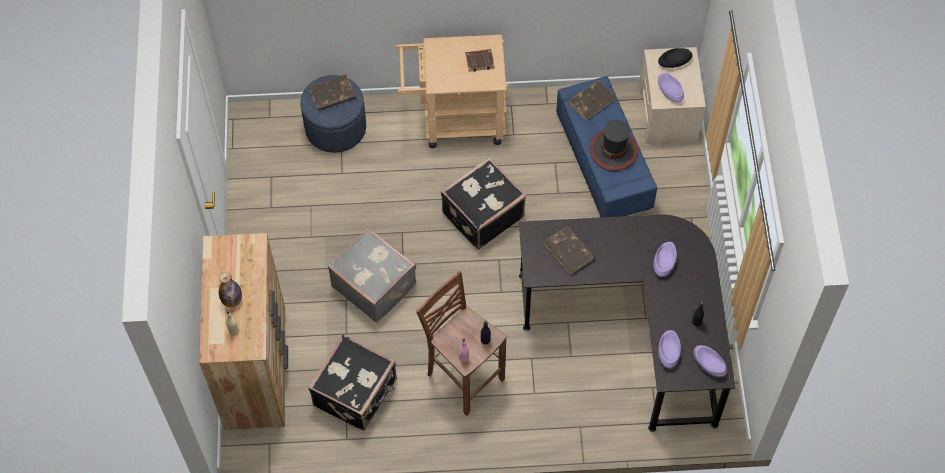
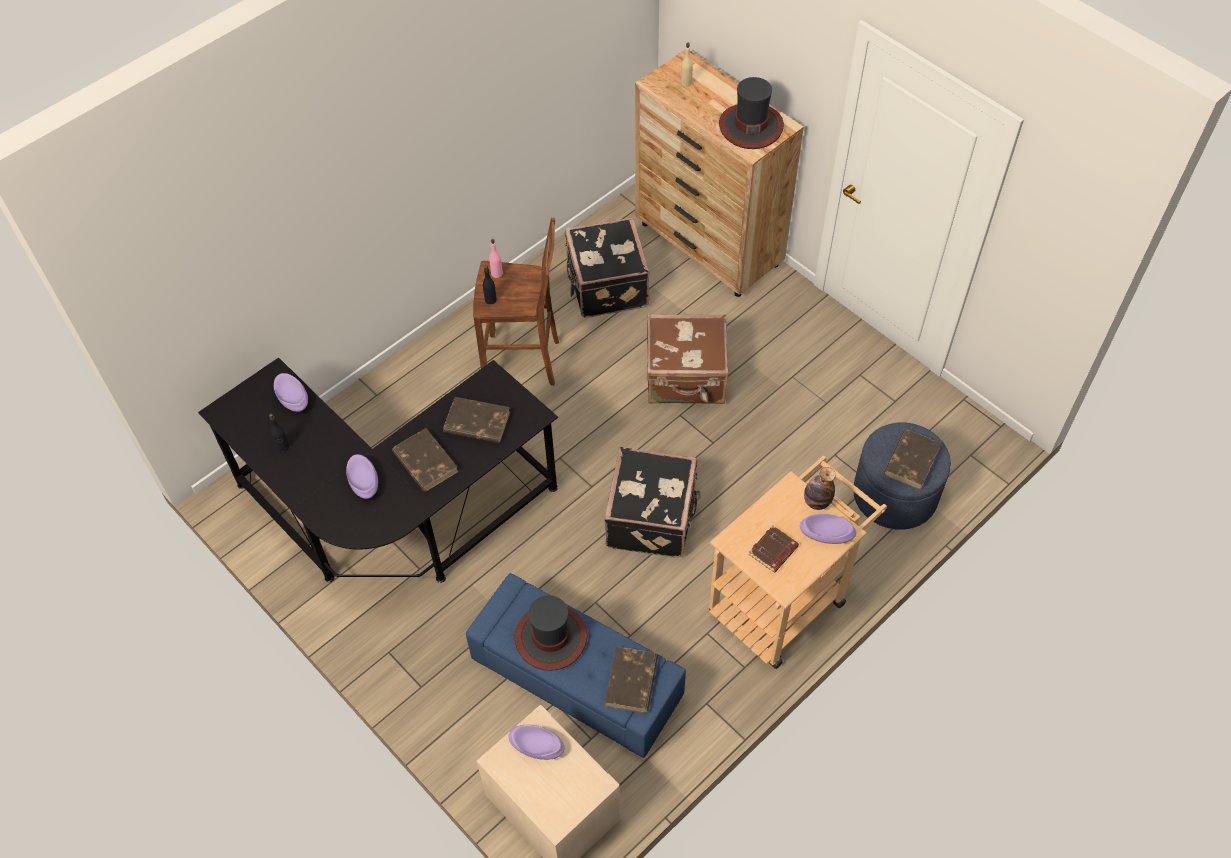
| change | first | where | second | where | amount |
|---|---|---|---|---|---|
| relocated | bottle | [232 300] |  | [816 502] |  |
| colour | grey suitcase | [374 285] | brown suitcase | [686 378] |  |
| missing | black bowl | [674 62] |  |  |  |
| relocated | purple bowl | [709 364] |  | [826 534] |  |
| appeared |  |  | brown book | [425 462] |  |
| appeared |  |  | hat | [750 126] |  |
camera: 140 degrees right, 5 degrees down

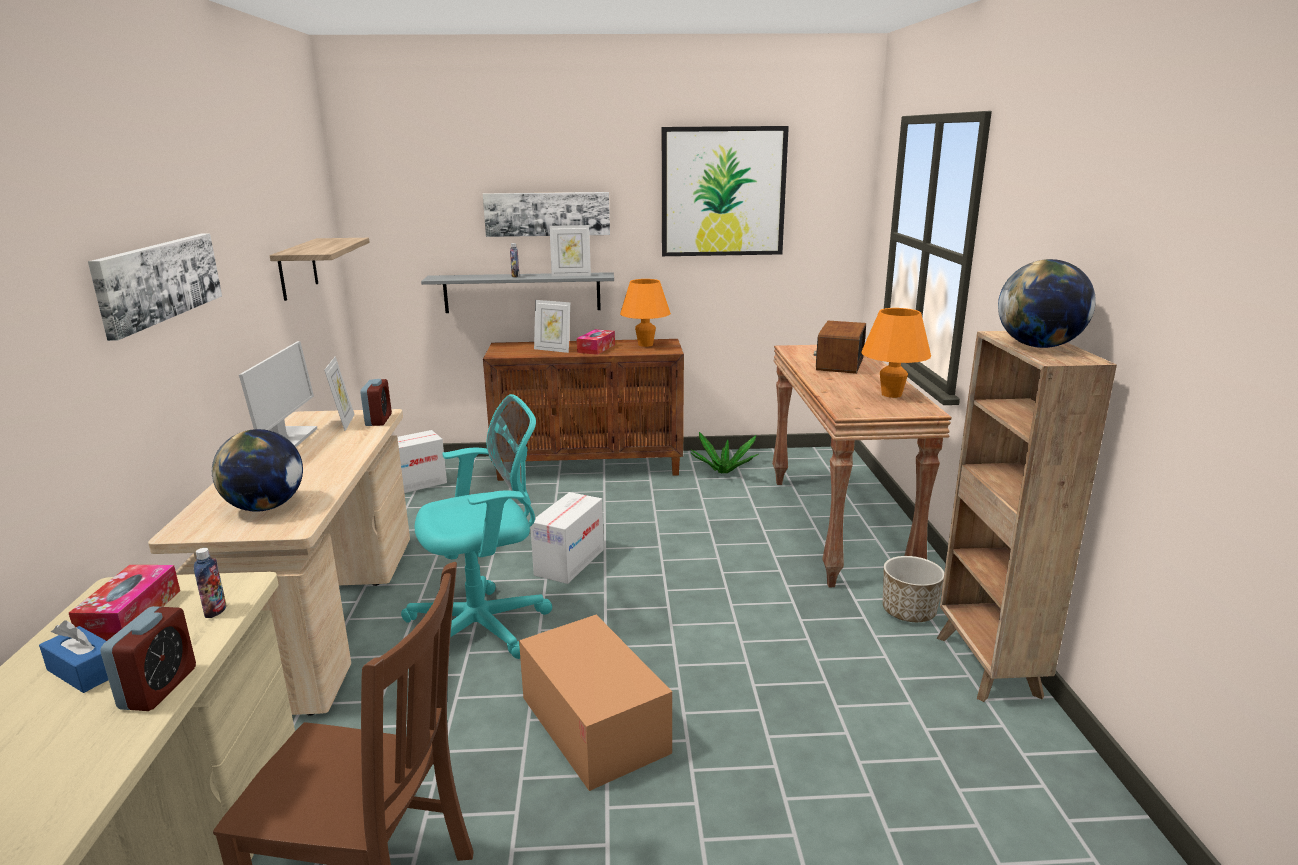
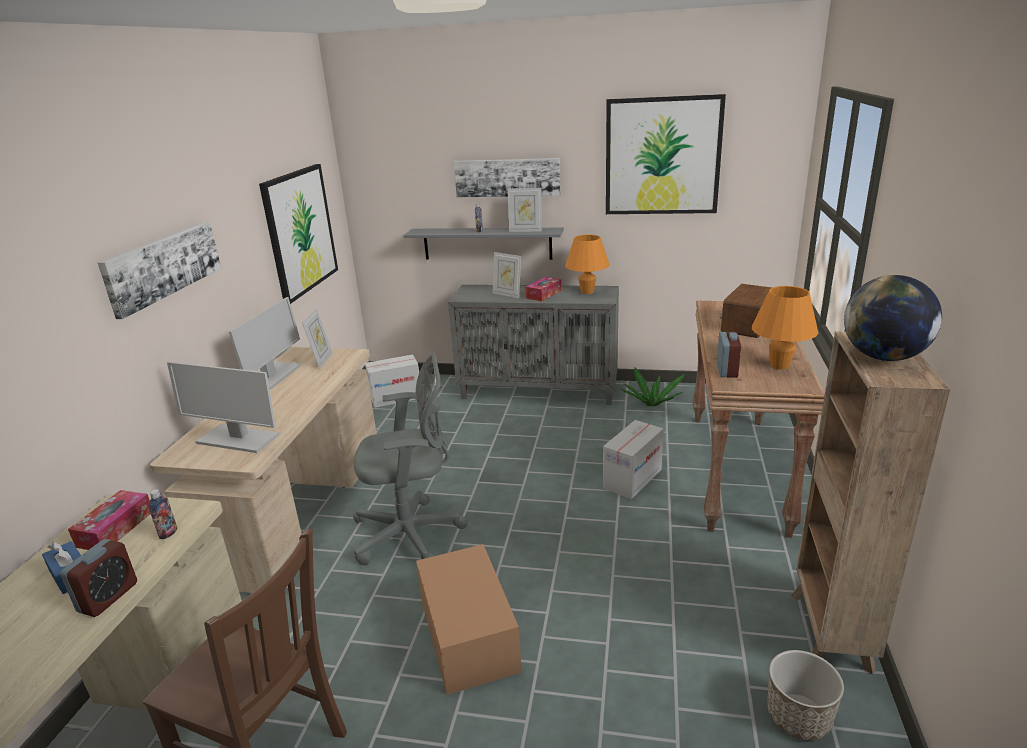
| change | first | where | second | where | amount |
|---|---|---|---|---|---|
| exchanged | globe | [265 507] | monitor | [237 439] |  |
| exchanged | shelf | [297 269] | picture | [300 231] |  |
| relocated | alarm clock | [378 420] |  | [727 370] |  |
| colour | turquoise office chair | [485 626] | grey office chair | [412 534] |  |
| colour | brown cabinet | [590 467] | grey cabinet | [539 391] |  |
| relocated | cardboard box | [569 562] |  | [632 478] |  |
| relocated | planter | [908 612] |  | [798 717] |  |
camera: 15 degrees right, 5 degrees up

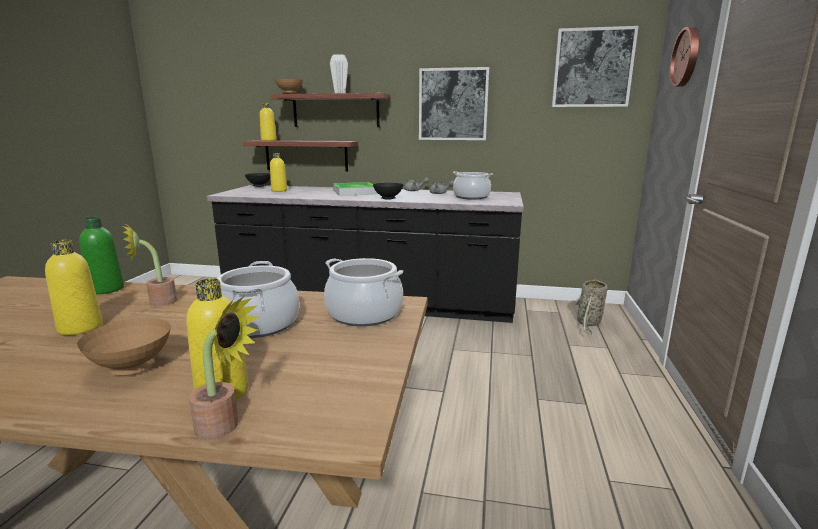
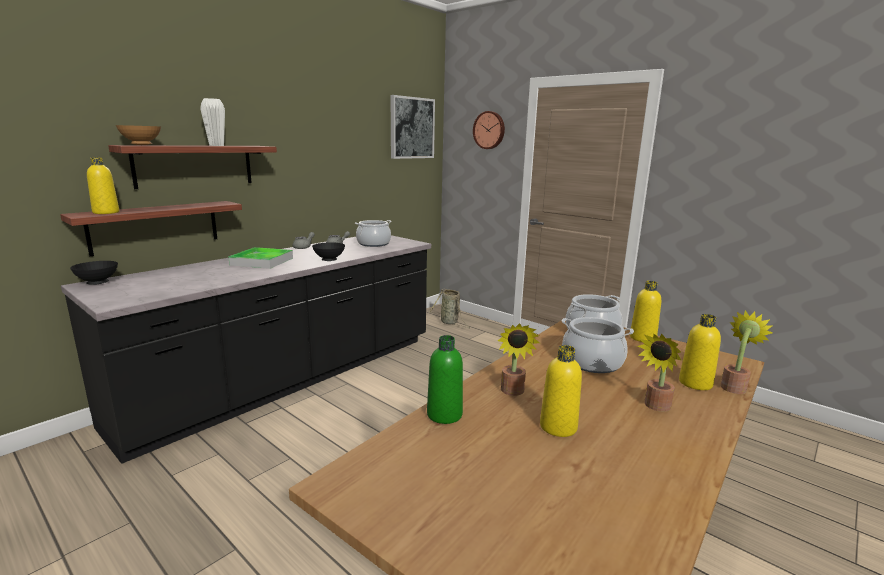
| change | first | where | second | where | amount |
|---|---|---|---|---|---|
| exchanged | brown bowl | [132 369] | potted plant | [655 407] |  |
| relocated | yellow bottle | [279 190] |  | [642 338] |  |
| missing | picture | [453 104] |  |  |  |
camera: 60 degrees left, 0 degrees up

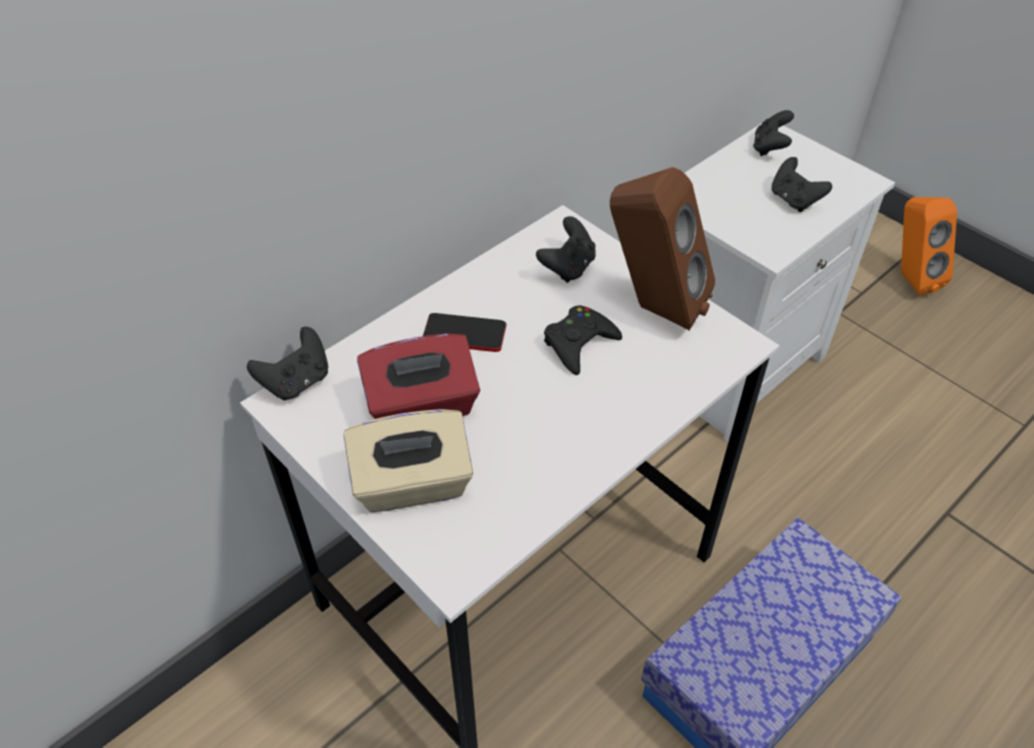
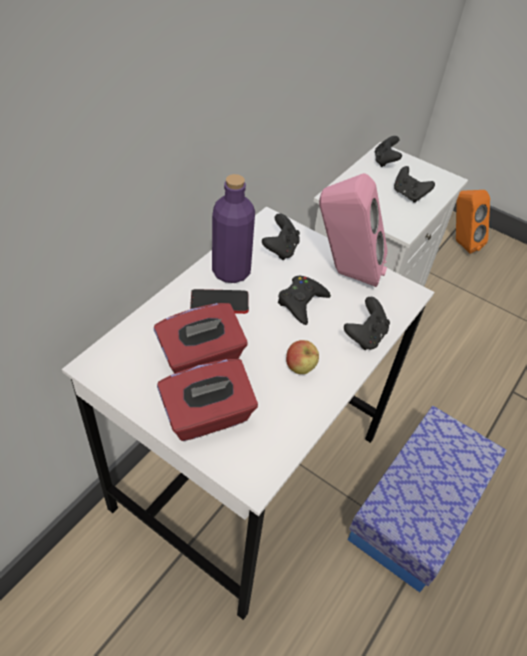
| change | first | where | second | where | amount |
|---|---|---|---|---|---|
| relocated | black game controller | [297 382] |  | [365 336] |  |
| colour | beige tissue box | [412 484] | red tissue box | [208 416] |  |
| colour | brown speaker | [652 307] | pink speaker | [345 273] |  |
| appeared |  |  | purple bottle | [231 271] |  |
| appeared |  |  | apple | [300 368] |  |
camera: 15 degrees left, 0 degrees up

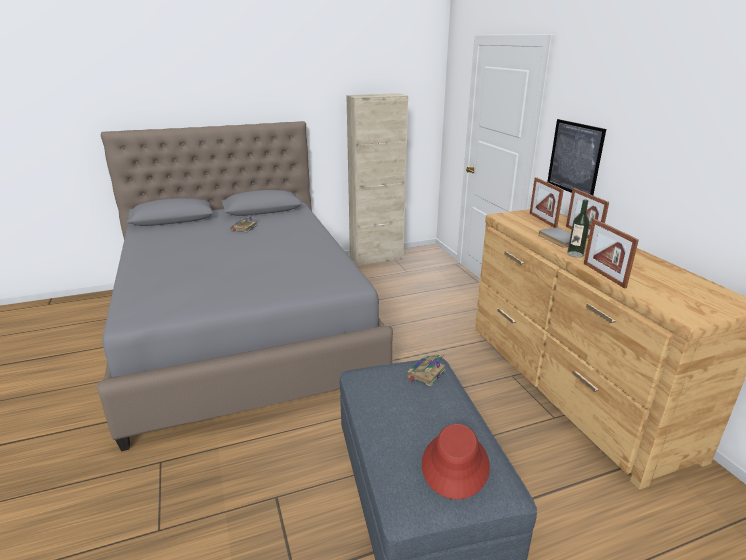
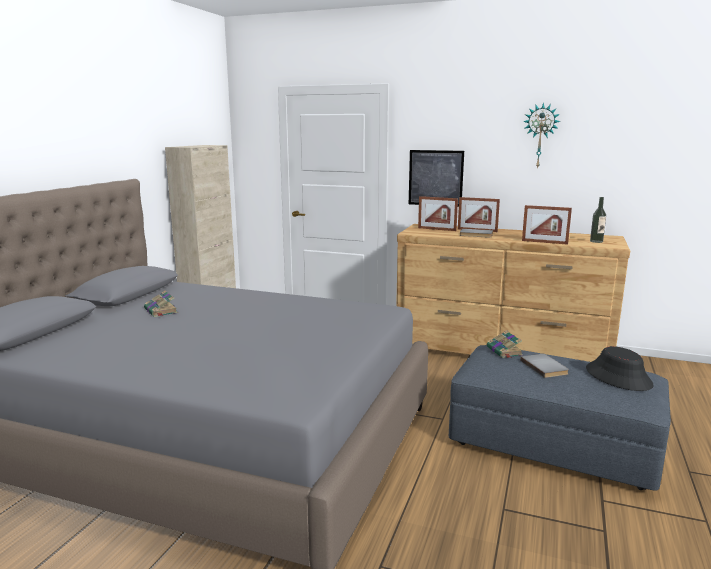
| change | first | where | second | where | amount |
|---|---|---|---|---|---|
| colour | red hat | [455 465] | black hat | [618 377] |  |
| relocated | bottle | [575 254] |  | [596 241] |  |
| appeared |  |  | grey book | [545 367] |  |
| appeared |  |  | wall clock | [540 136] |  |
camera: 50 degrees left, 10 degrees down

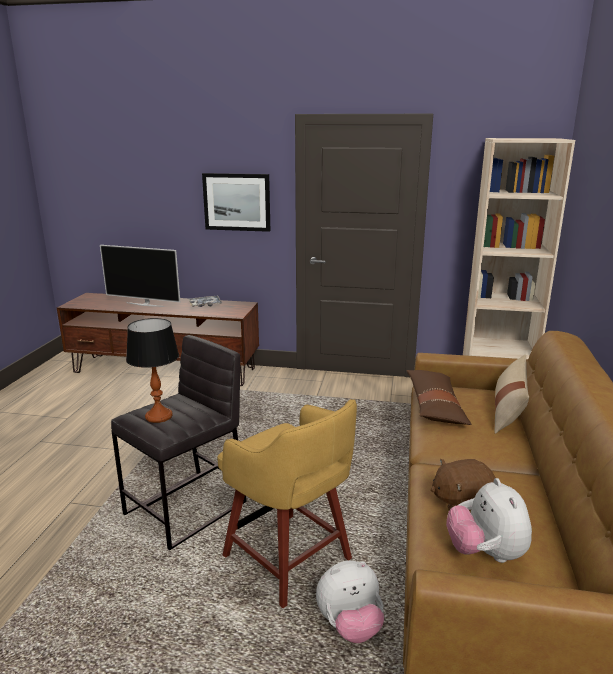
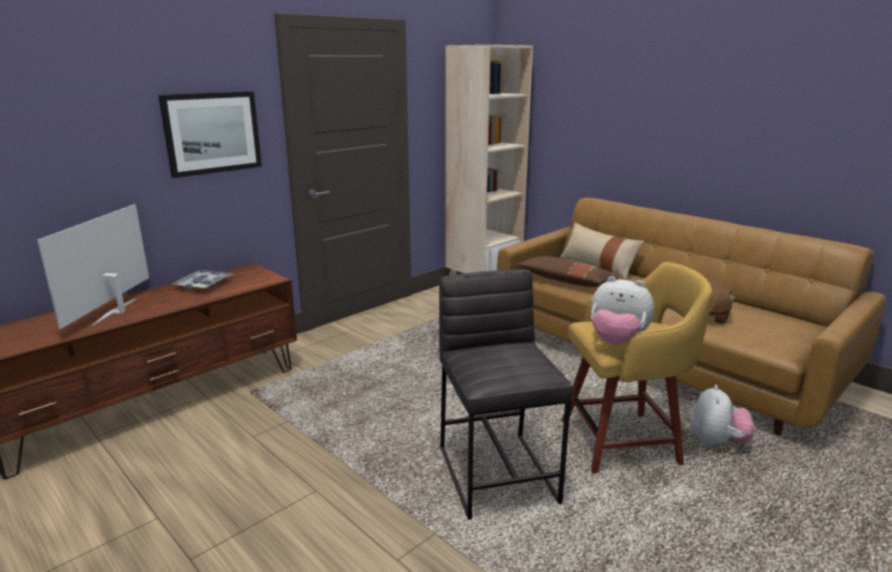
| change | first | where | second | where | amount |
|---|---|---|---|---|---|
| spun | television | [145 304] |  | [116 312] | 135 degrees clockwise |
| missing | table lamp | [159 416] |  |  |  |
| relocated | plush toy | [485 553] |  | [617 341] |  |
camera: 55 degrees left, 0 degrees up

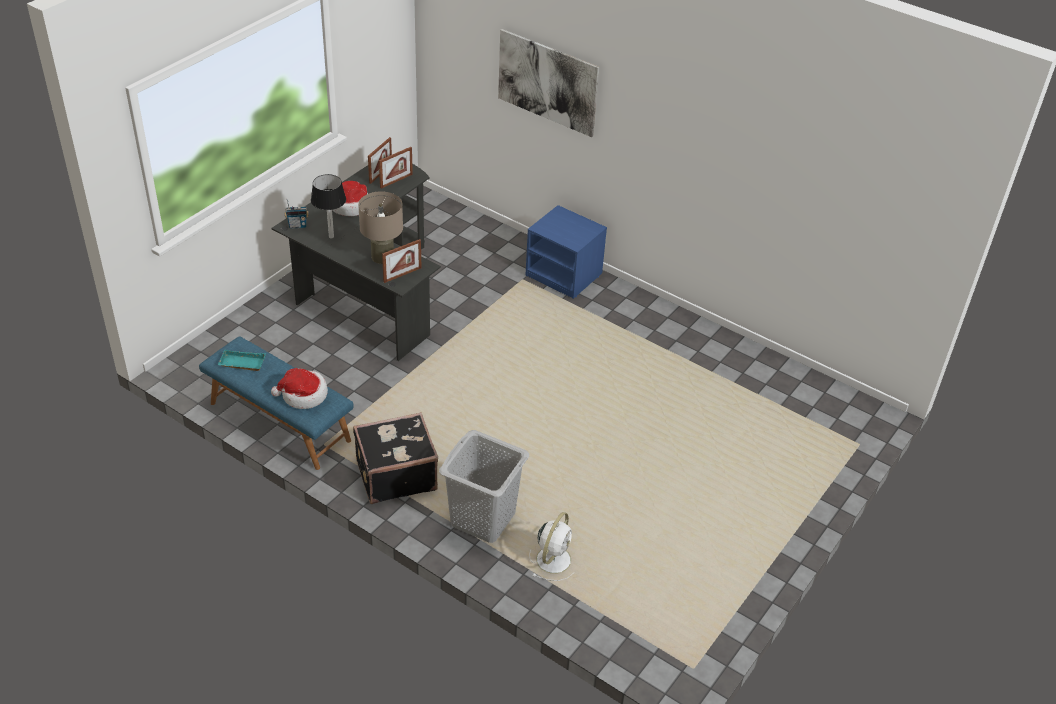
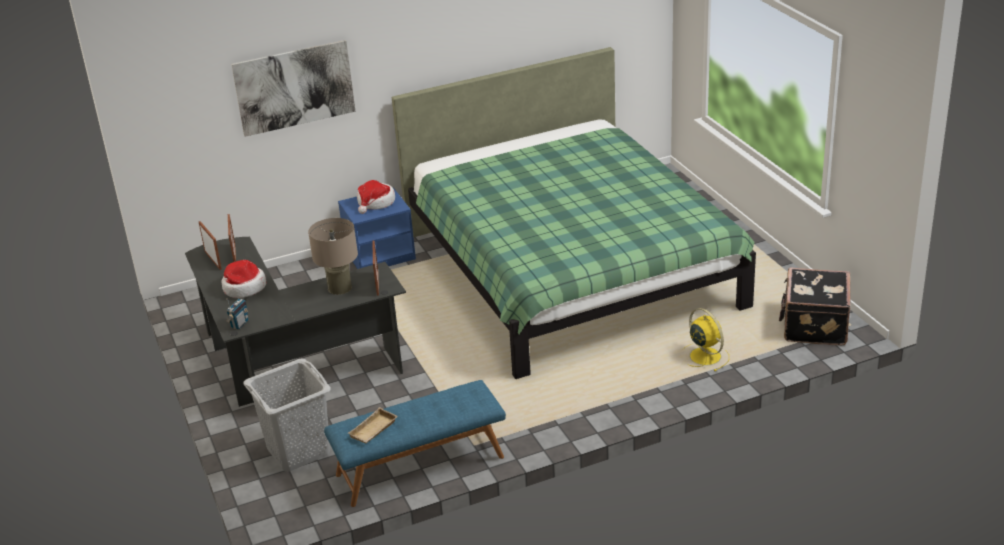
| change | first | where | second | where | amount |
|---|---|---|---|---|---|
| colour | turquoise tray | [241 364] | beige tray | [374 430] |  |
| relocated | hat | [303 395] |  | [375 203] |  |
| missing | table lamp | [331 236] |  |  |  |
| relocated | black suitcase | [395 474] |  | [813 326] |  |
| relocated | grey laundry basket | [483 518] |  | [298 451] |  |
| colour | white fan | [554 558] | yellow fan | [704 356] |  |
| appeared |  |  | green bed | [569 270] |  |
camera: 55 degrees left, 10 degrees down

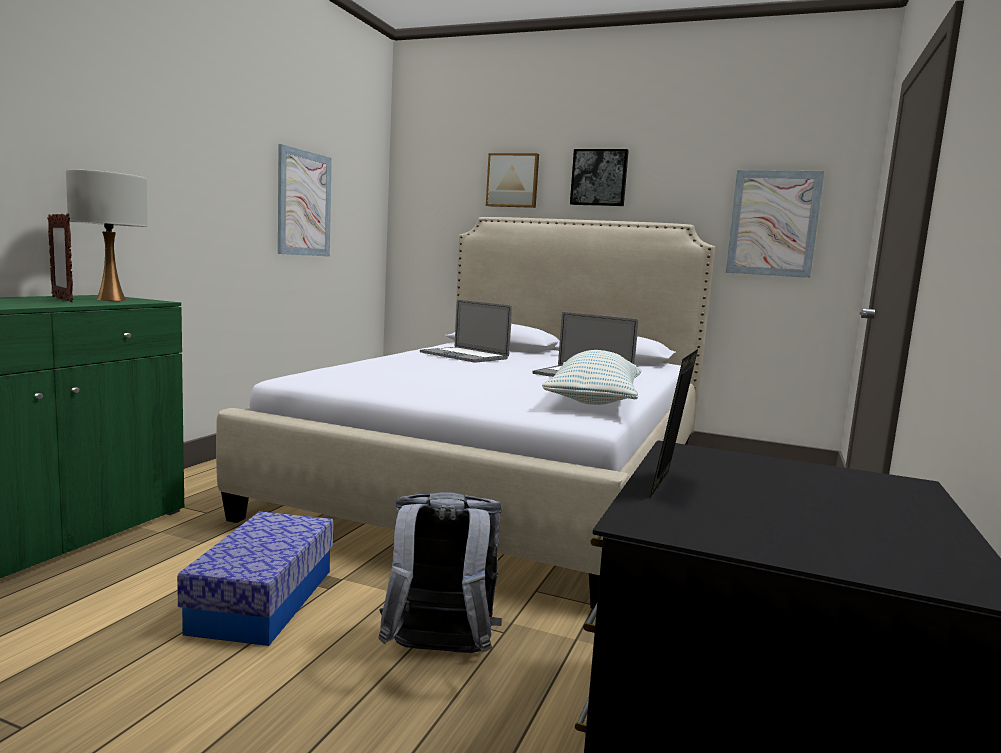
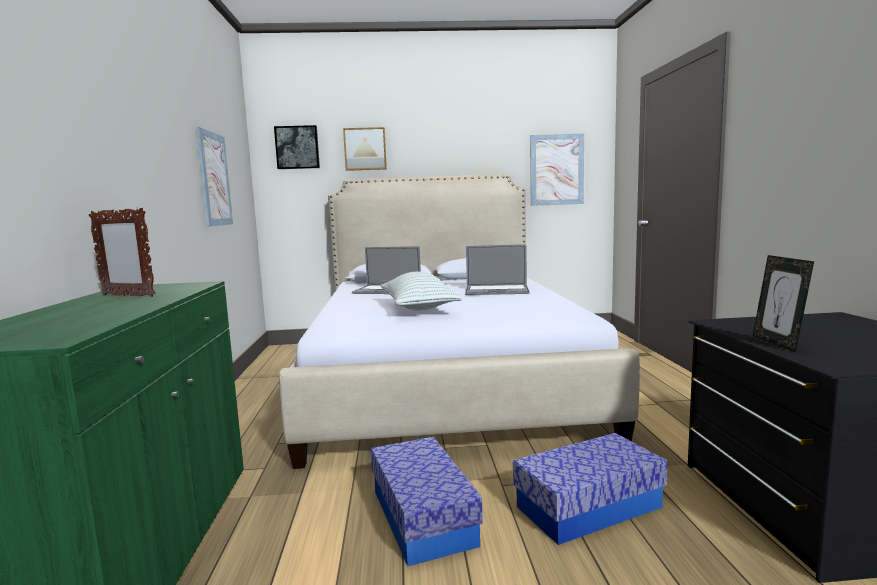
| change | first | where | second | where | amount |
|---|---|---|---|---|---|
| missing | white table lamp | [111 300] |  |  |  |
| exchanged | grey backpack | [438 654] | storage box | [588 507] |  |
| relocated | pillow | [594 401] |  | [418 308] |  |
| relocated | picture | [599 178] |  | [297 147] |  |
camera: 25 degrees left, 0 degrees up

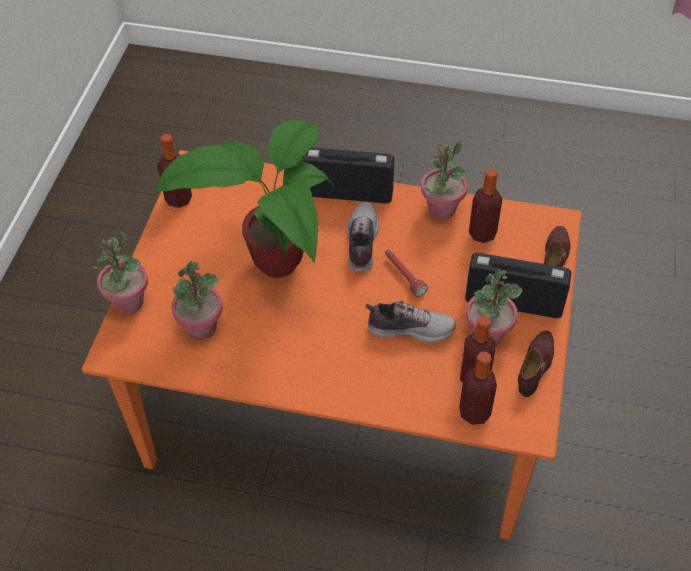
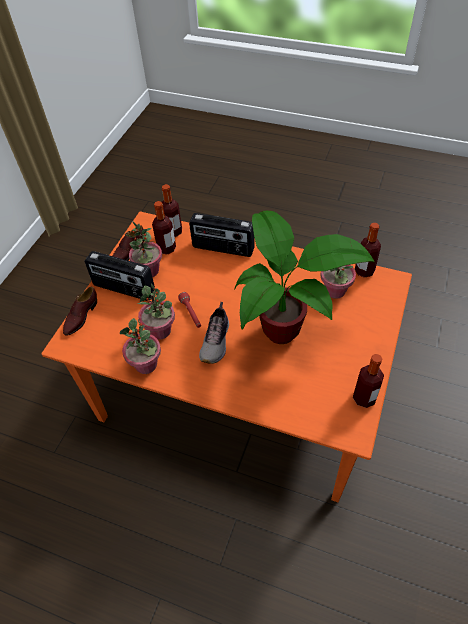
| change | first | where | second | where | amount |
|---|---|---|---|---|---|
| relocated | potted plant | [128 302] |  | [160 331] |  |
| relocated | radio | [348 193] |  | [223 248] |  |
| missing | shoe | [410 328] |  |  |  |
| relocated | bottle | [482 233] |  | [364 271] |  |
camera: 170 degrees left, 0 degrees up

